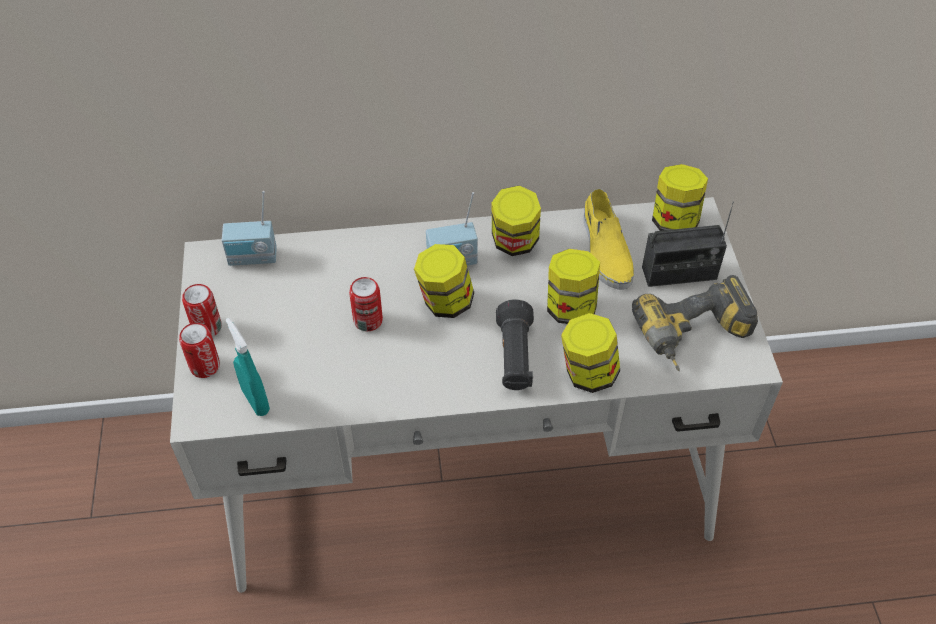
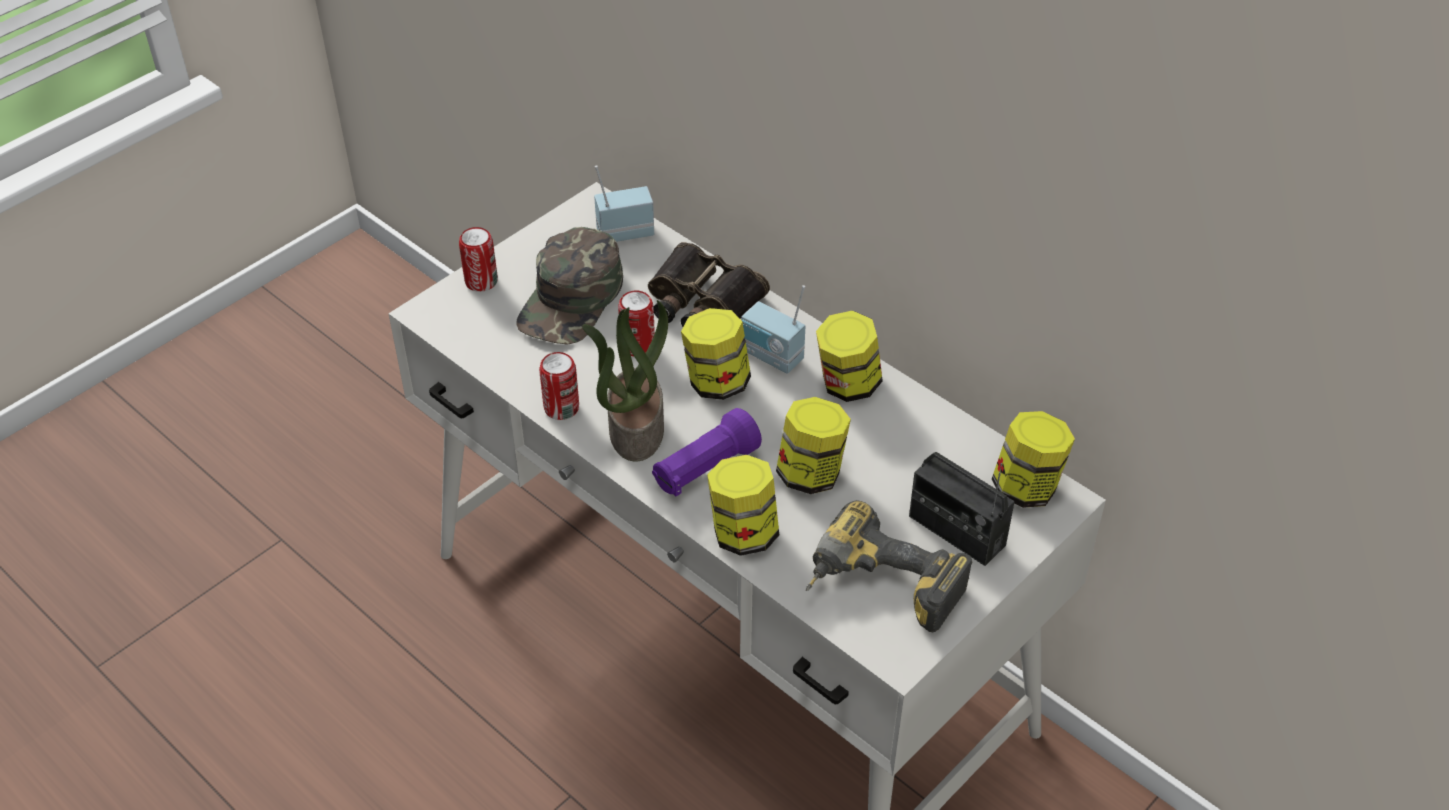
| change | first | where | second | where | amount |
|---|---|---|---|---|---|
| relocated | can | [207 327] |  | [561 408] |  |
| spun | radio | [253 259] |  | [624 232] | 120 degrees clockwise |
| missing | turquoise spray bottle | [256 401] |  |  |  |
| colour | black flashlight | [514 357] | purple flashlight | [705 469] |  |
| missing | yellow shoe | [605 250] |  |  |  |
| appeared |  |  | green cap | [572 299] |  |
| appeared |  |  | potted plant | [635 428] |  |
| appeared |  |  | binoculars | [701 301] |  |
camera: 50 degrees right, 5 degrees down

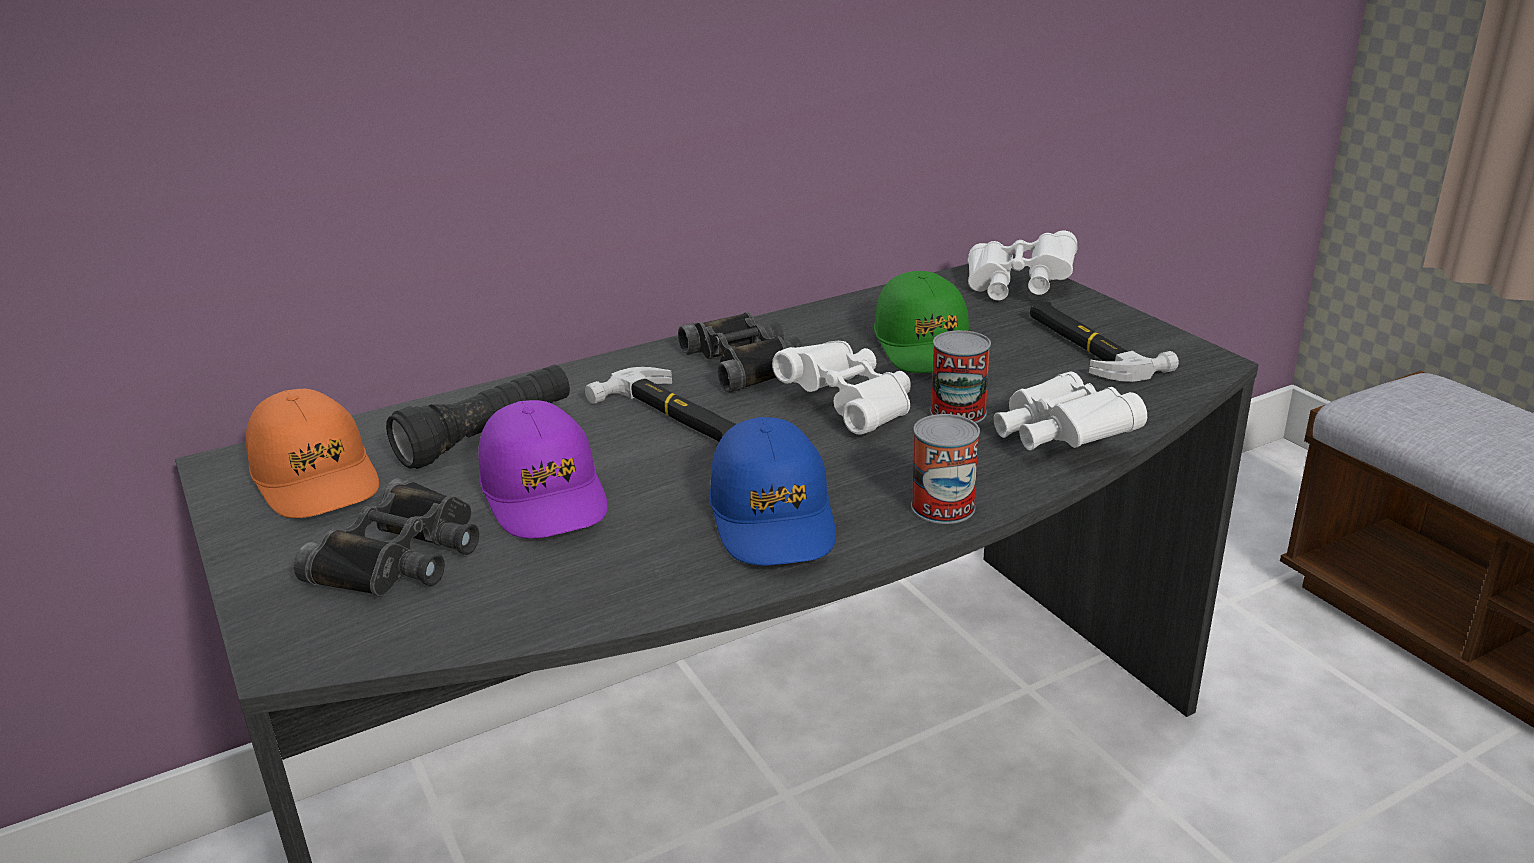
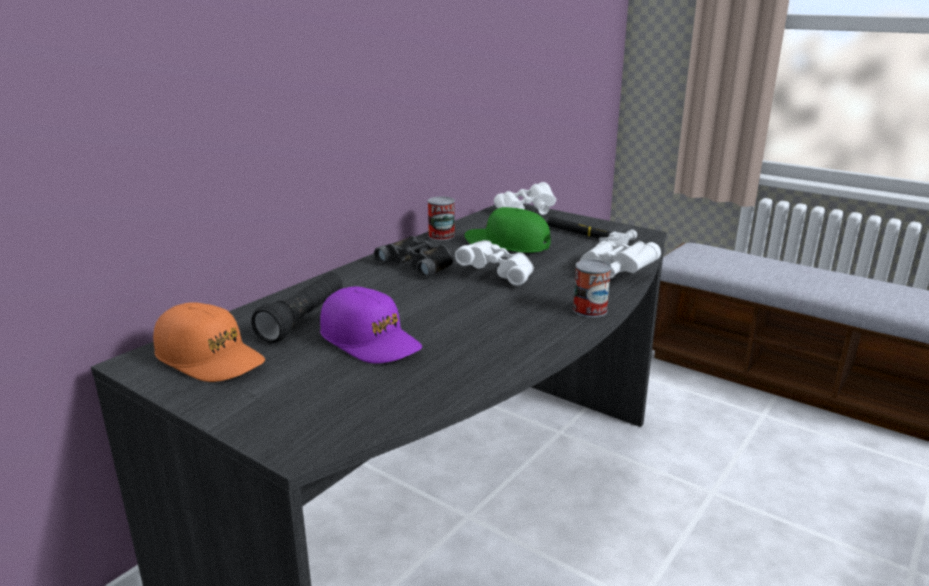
| change | first | where | second | where | amount |
|---|---|---|---|---|---|
| missing | black binoculars | [403 555] |  |  |  |
| missing | hammer | [674 418] |  |  |  |
| missing | blue cap | [773 516] |  |  |  |
| spun | green cap | [926 346] |  | [507 244] | 150 degrees clockwise |
| relocated | can | [958 412] |  | [441 236] |  |
camera: 25 degrees left, 5 degrees down

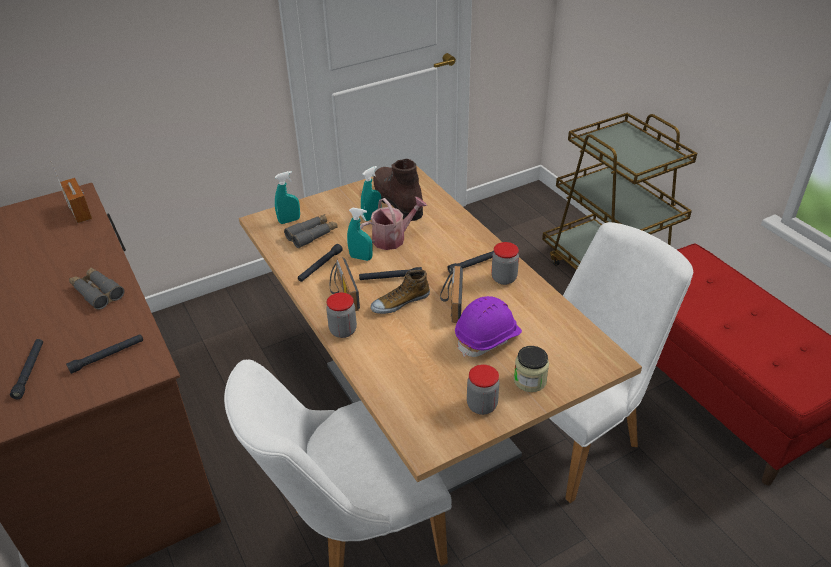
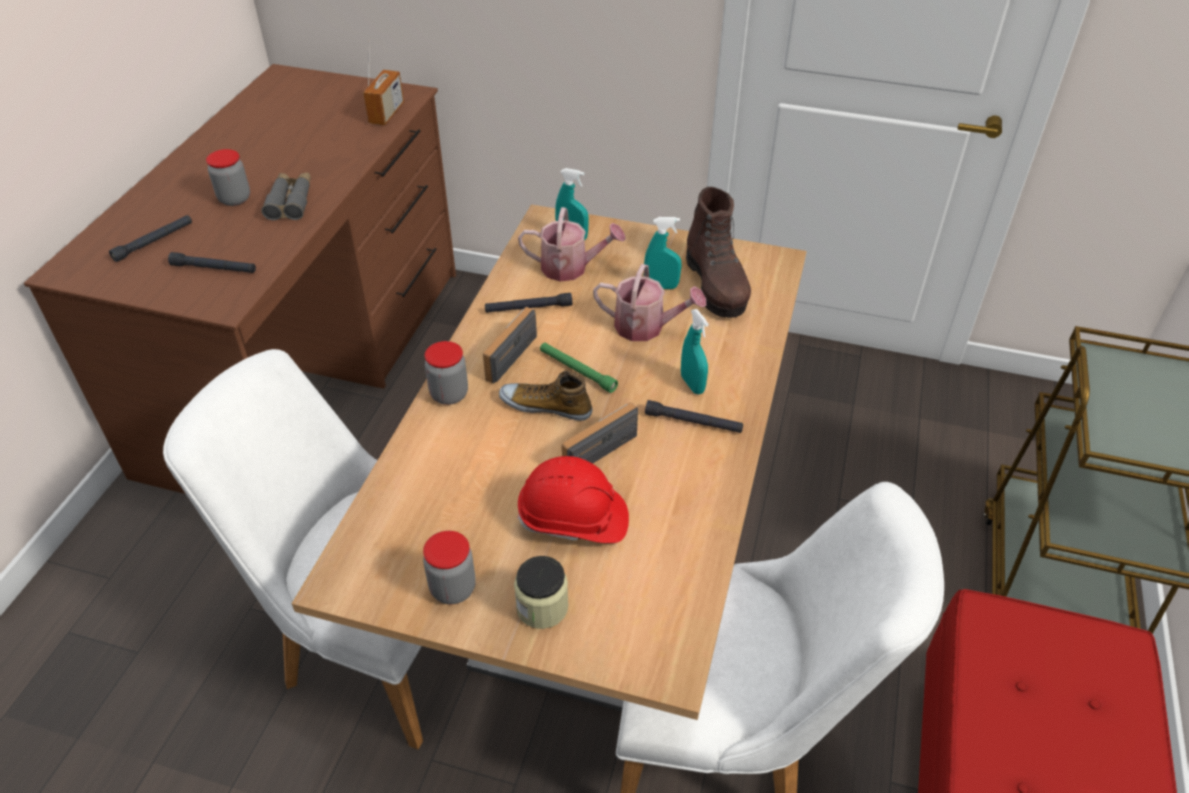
| change | first | where | second | where | amount |
|---|---|---|---|---|---|
| exchanged | grey binoculars | [312 235] | watering can | [571 268] |  |
| relocated | turquoise spray bottle | [361 258] |  | [692 384] |  |
| colour | black flashlight | [390 278] | green flashlight | [577 371] |  |
| spun | brown boot | [397 201] |  | [716 285] | 150 degrees clockwise |
| colour | purple hard hat | [488 338] | red hard hat | [573 519] |  |
| relocated | jar | [504 278] |  | [235 199] |  |
camera: 45 degrees right, 5 degrees up

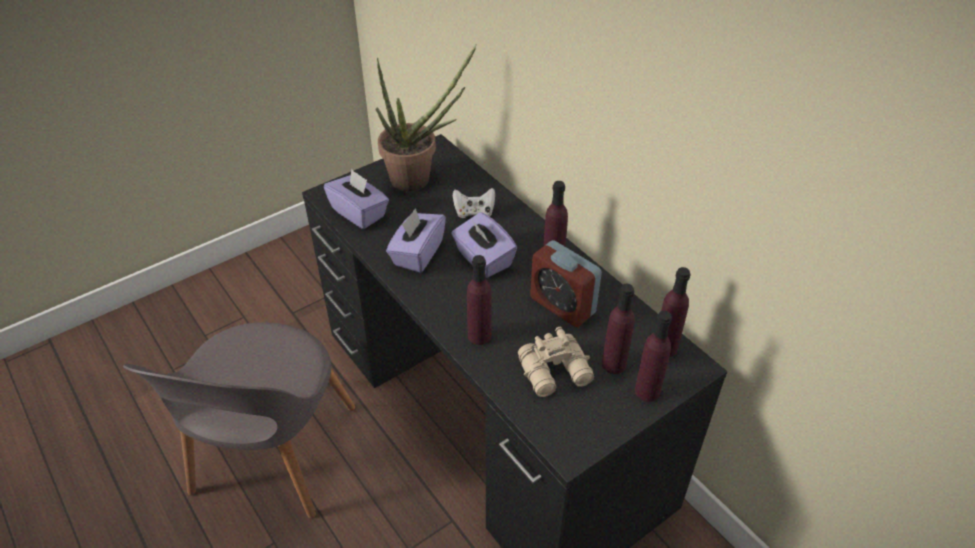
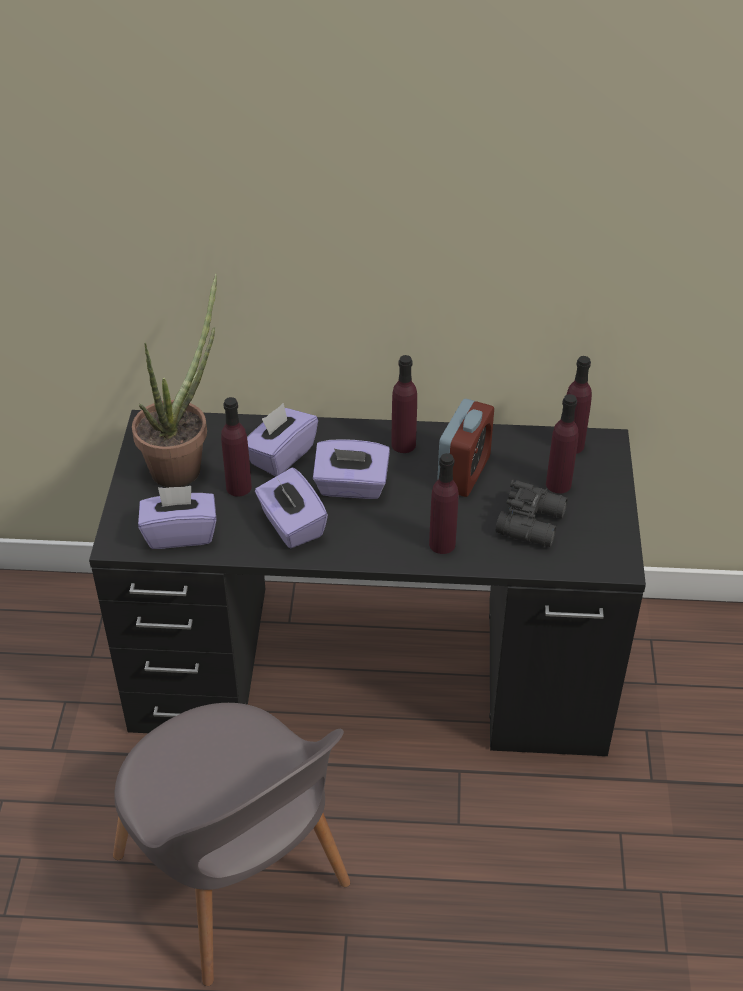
| change | first | where | second | where | amount |
|---|---|---|---|---|---|
| exchanged | white game controller | [474 212] | purple tissue box | [280 455] |  |
| colour | beige binoculars | [556 373] | black binoculars | [533 522] |  |
| spun | alarm clock | [562 305] |  | [463 473] | 60 degrees counterclockwise |
| relocated | purple bottle | [647 391] |  | [239 487] |  |
camera: 50 degrees left, 0 degrees up

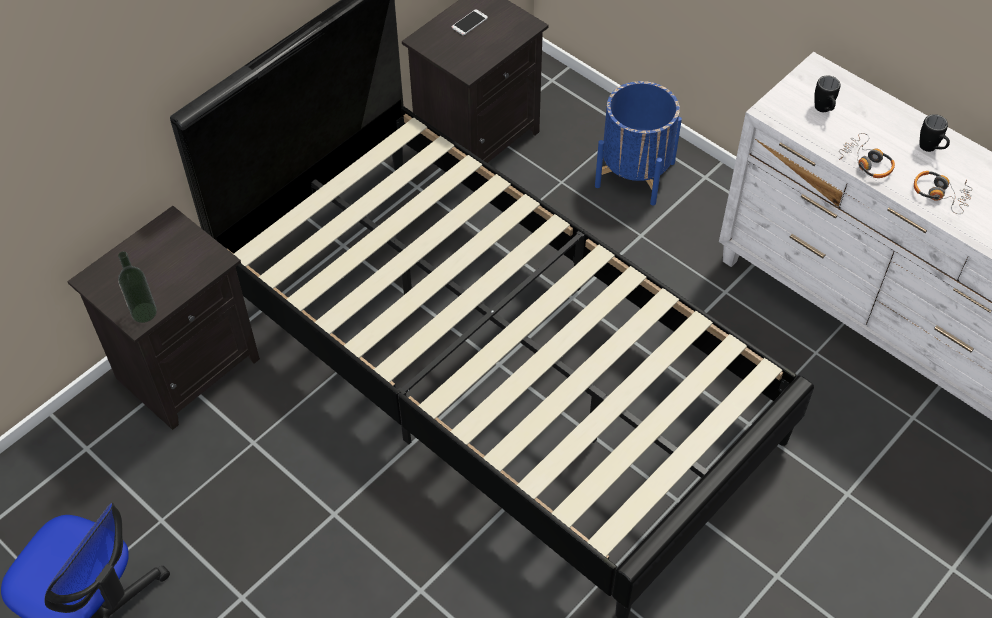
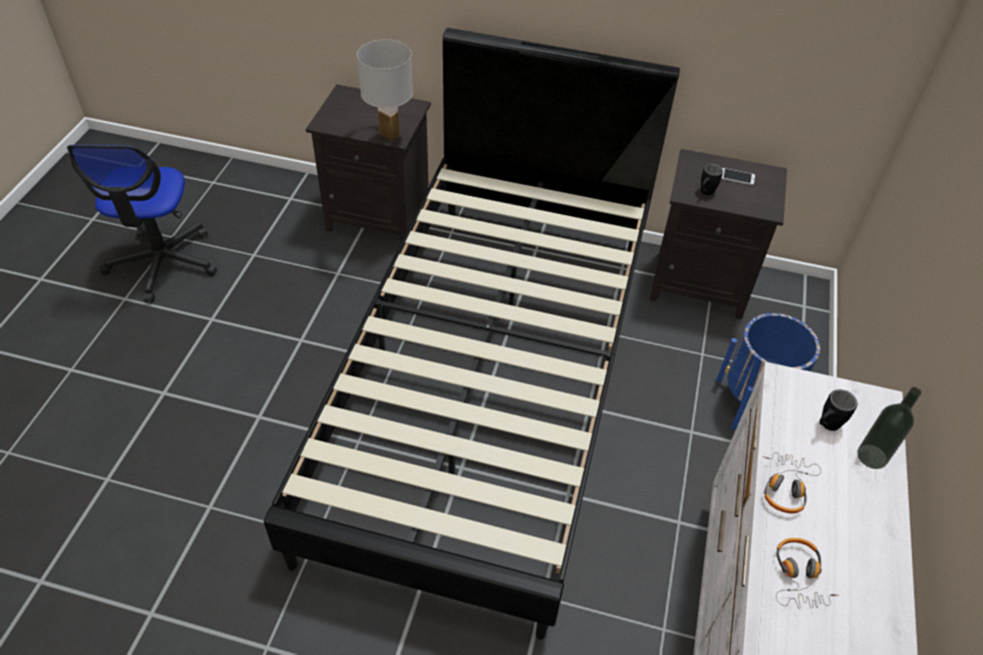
| change | first | where | second | where | amount |
|---|---|---|---|---|---|
| relocated | bottle | [144 312] |  | [872 456] |  |
| relocated | black mug | [931 149] |  | [705 193] |  |
| appeared |  |  | white table lamp | [389 135] |  |
camera: 60 degrees right, 5 degrees down

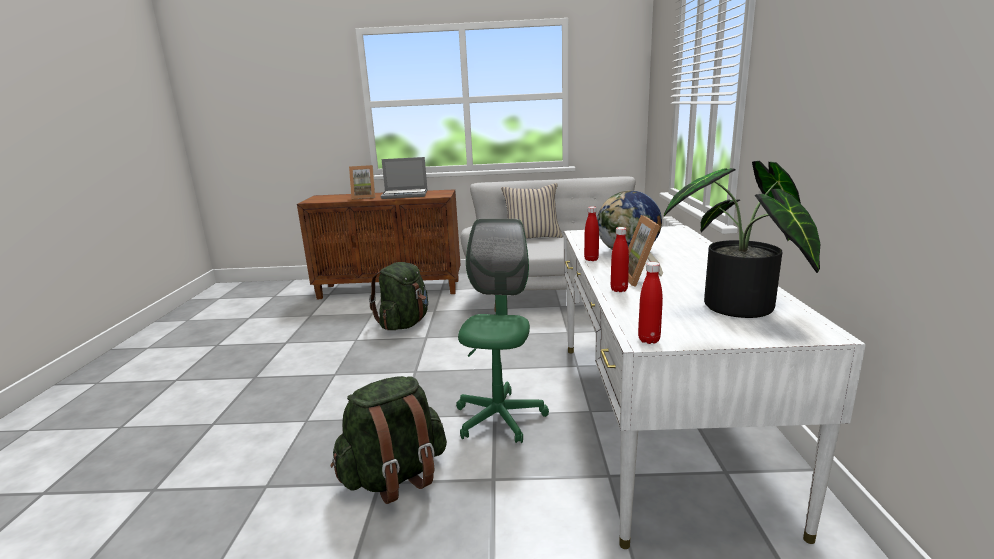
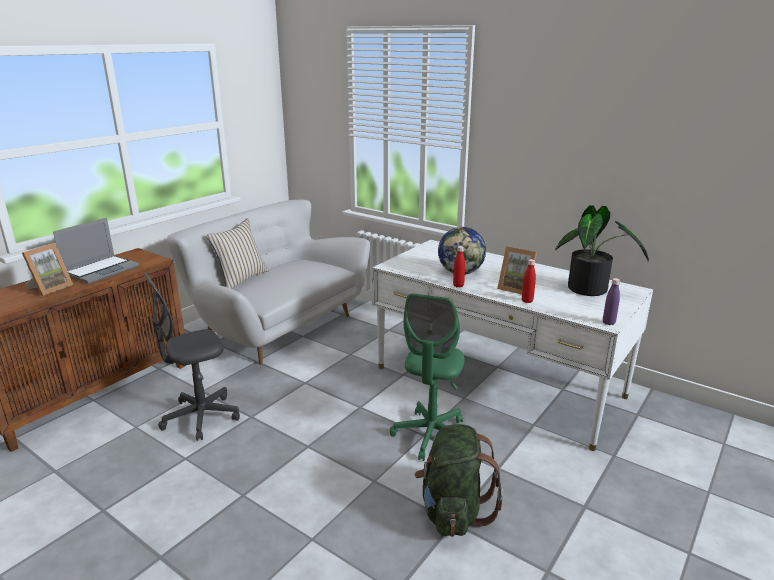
| change | first | where | second | where | amount |
|---|---|---|---|---|---|
| exchanged | green backpack | [404 324] | grey office chair | [201 417] |  |
| spun | green office chair | [499 418] |  | [431 435] | 120 degrees counterclockwise |
| colour | red bottle | [649 340] | purple bottle | [608 323] |  |
camera: 55 degrees left, 5 degrees up

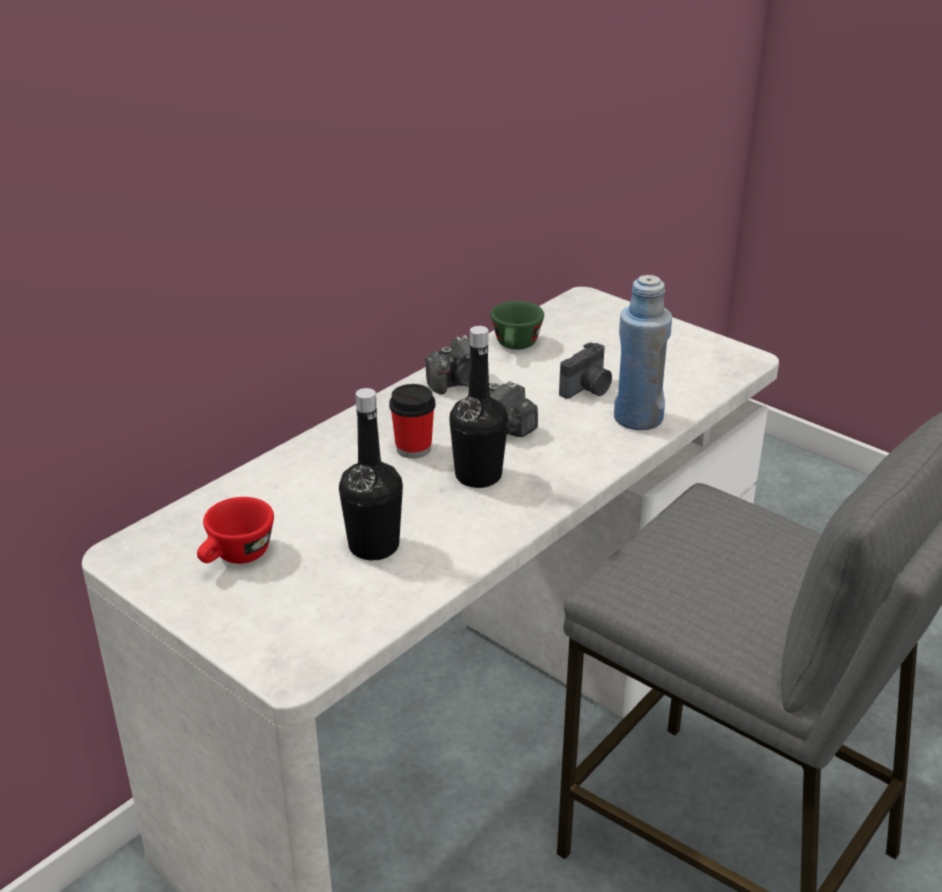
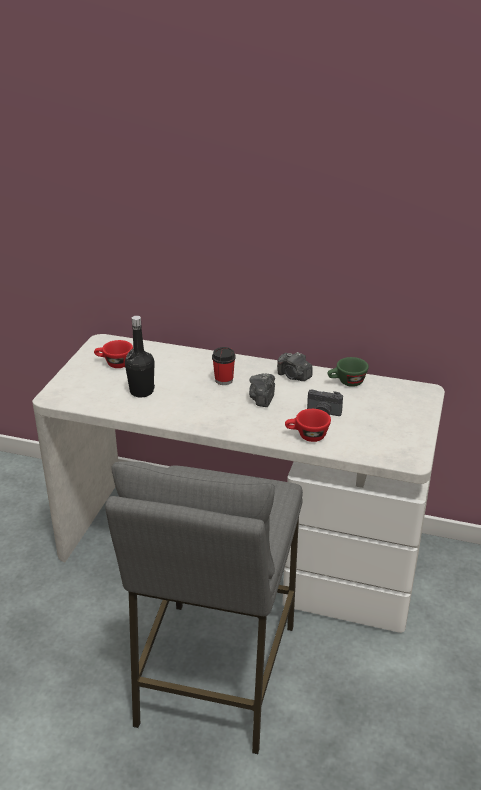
| change | first | where | second | where | amount |
|---|---|---|---|---|---|
| missing | black bottle | [478 476] |  |  |  |
| exchanged | blue bottle | [637 418] | red cup | [307 436] |  |
camera: 65 degrees right, 0 degrees up

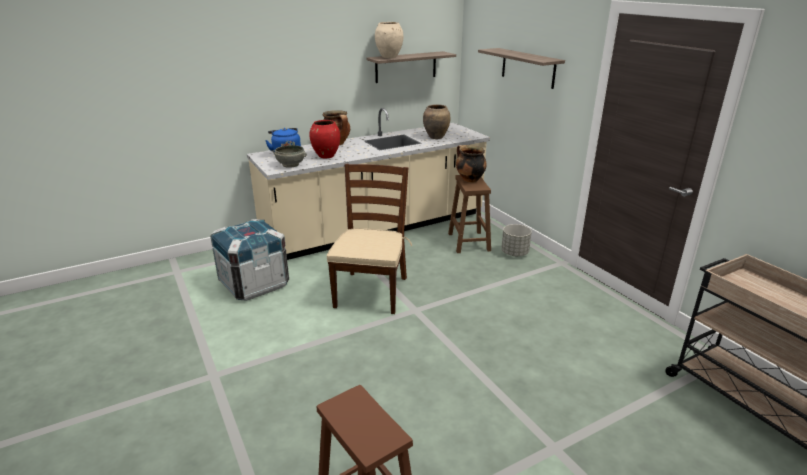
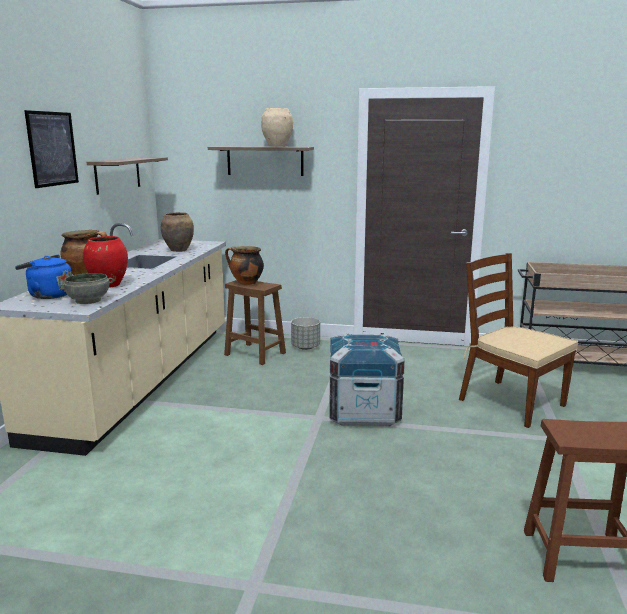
| change | first | where | second | where | amount |
|---|---|---|---|---|---|
| relocated | crate | [254 284] |  | [364 412] |  |
| relocated | brown chair | [371 291] |  | [510 402] |  |
| relocated | beige vase | [389 57] |  | [277 146] |  |
| appeared |  |  | picture | [52 149] |  |
camera: 50 degrees left, 10 degrees down

